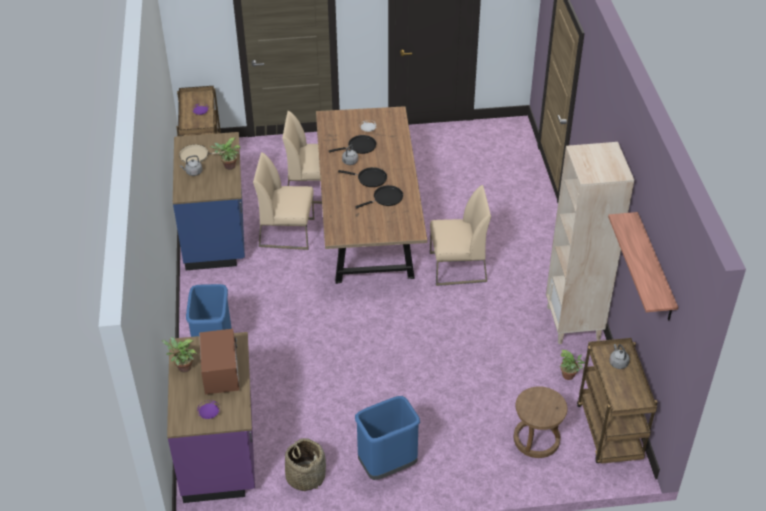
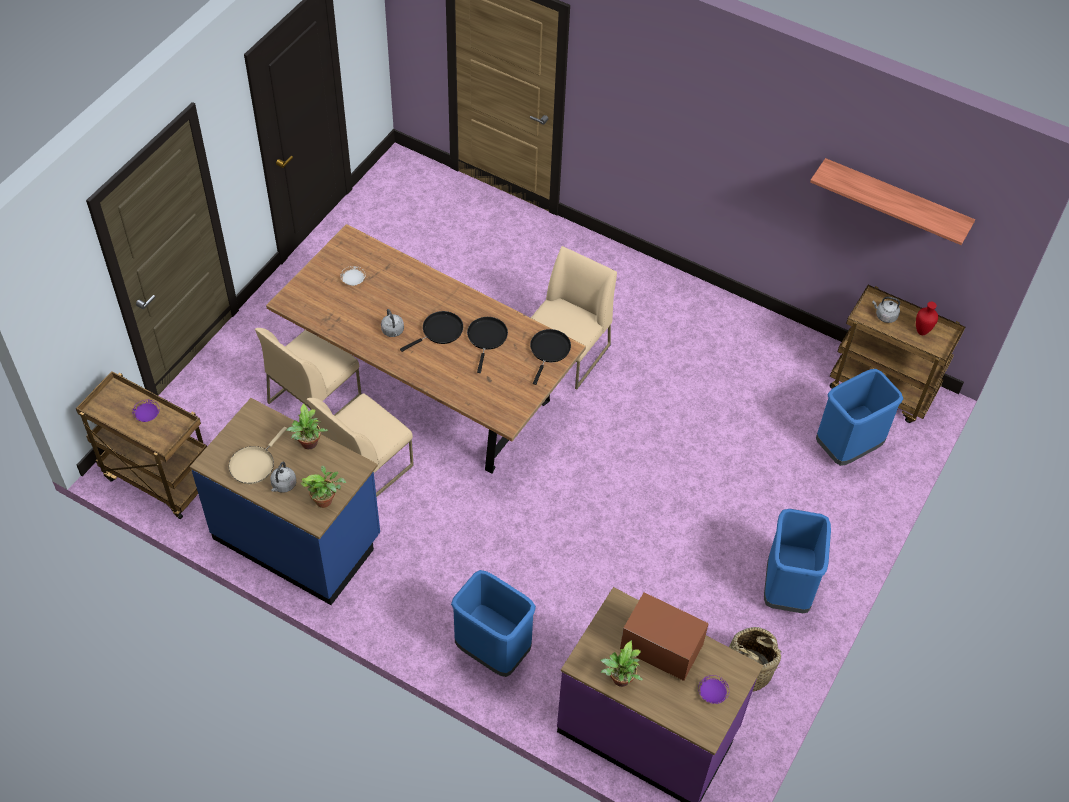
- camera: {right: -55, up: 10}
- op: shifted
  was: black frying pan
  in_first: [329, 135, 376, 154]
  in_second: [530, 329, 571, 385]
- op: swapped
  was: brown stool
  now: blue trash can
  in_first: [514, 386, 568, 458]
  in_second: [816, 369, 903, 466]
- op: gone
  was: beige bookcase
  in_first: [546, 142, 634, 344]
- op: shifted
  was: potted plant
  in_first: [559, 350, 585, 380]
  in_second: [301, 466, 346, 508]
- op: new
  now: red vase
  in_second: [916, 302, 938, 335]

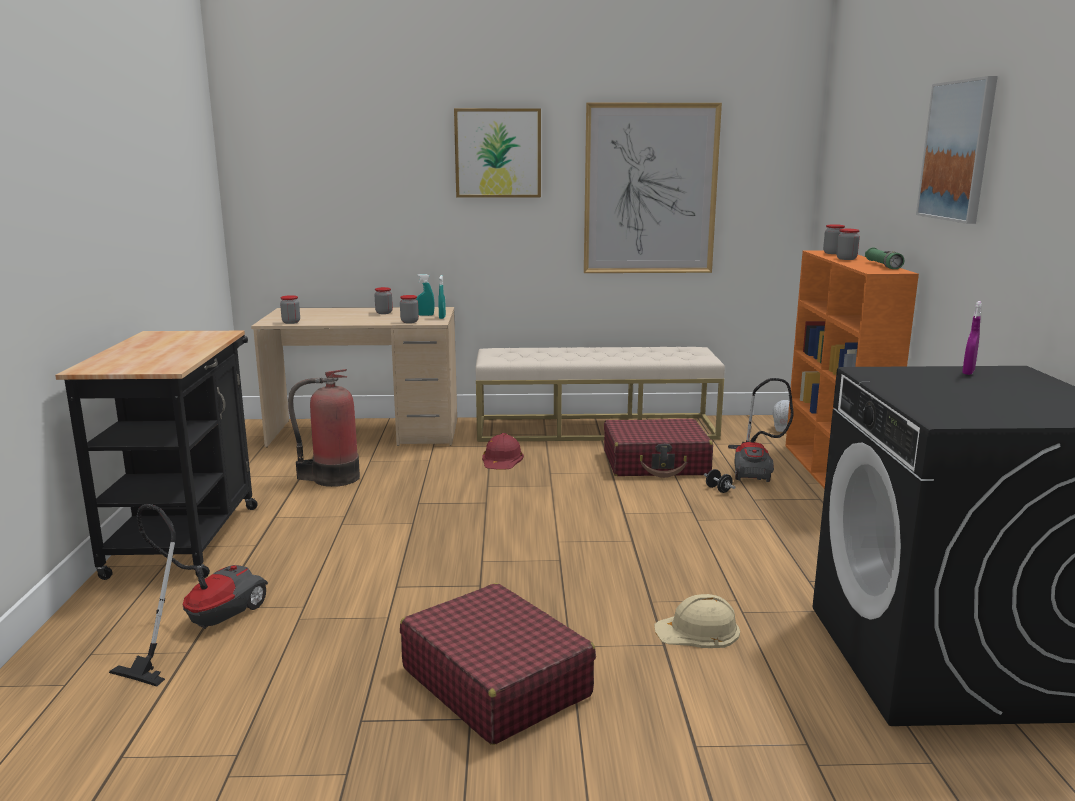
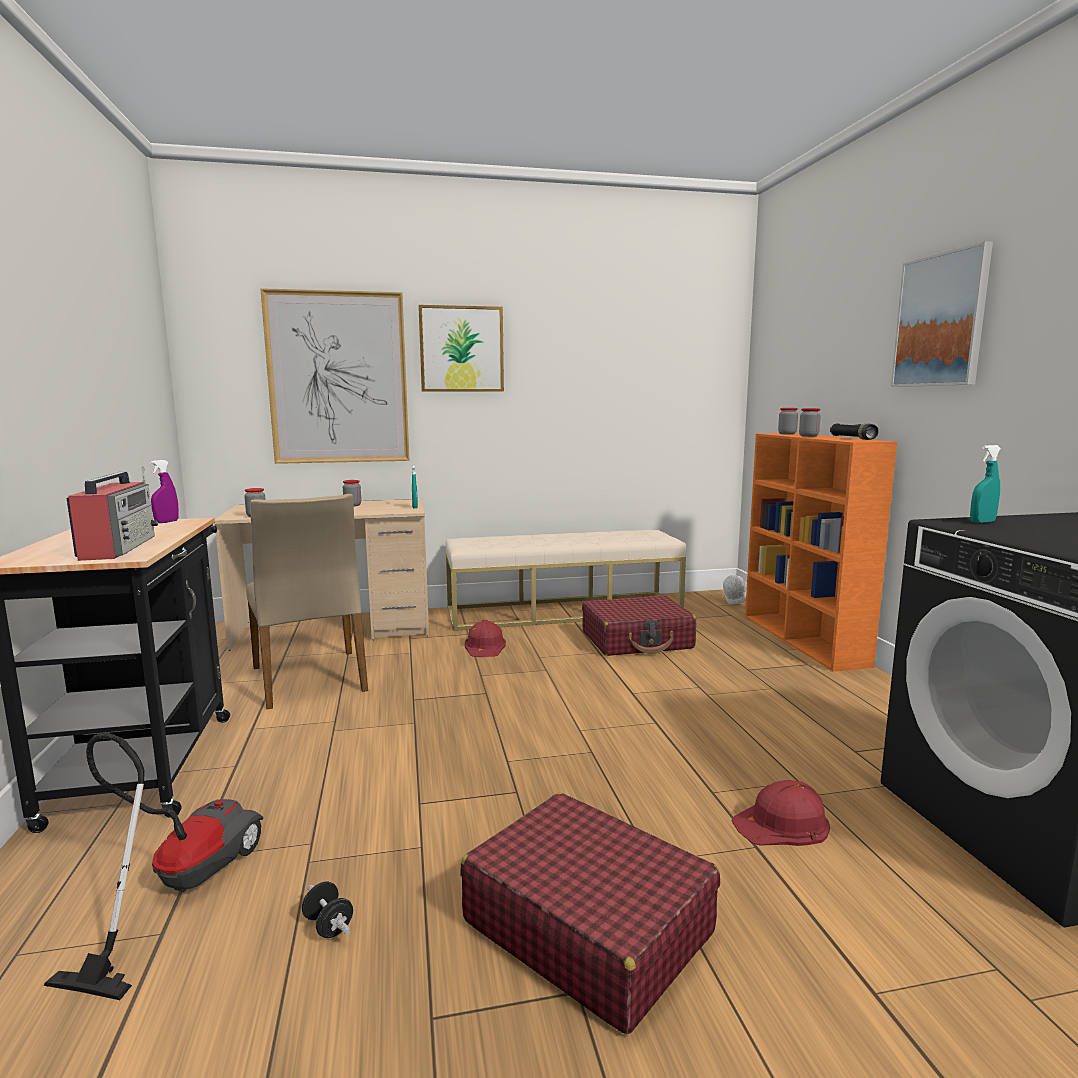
- camera: {right: -10, up: -5}
- op: swapped
  was: fire extinguisher
  now: beige chair
  in_first: [288, 369, 360, 487]
  in_second: [246, 494, 368, 709]
- op: gone
  was: jar
  in_first: [400, 295, 419, 323]
- op: shifted
  was: turquoise spray bottle
  in_first: [416, 274, 434, 316]
  in_second: [970, 445, 1001, 523]
- op: shifted
  was: picture
  in_first: [584, 103, 722, 273]
  in_second: [260, 288, 410, 464]
- op: repainted
  was: beige hard hat
  now: red hard hat
  in_first: [654, 594, 740, 648]
  in_second: [731, 780, 830, 846]
- op: shifted
  was: black dumbbell
  in_first: [704, 469, 736, 493]
  in_second: [302, 882, 353, 938]
- op: gone
  was: vacuum cleaner
  in_first: [728, 378, 794, 482]
- op: repainted
  was: green flashlight
  now: black flashlight
  in_first: [865, 248, 904, 269]
  in_second: [830, 423, 879, 440]
- op: shifted
  was: purple spray bottle
  in_first: [962, 301, 982, 375]
  in_second: [150, 460, 179, 523]
- op: new
  now: radio
  in_second: [67, 466, 158, 561]

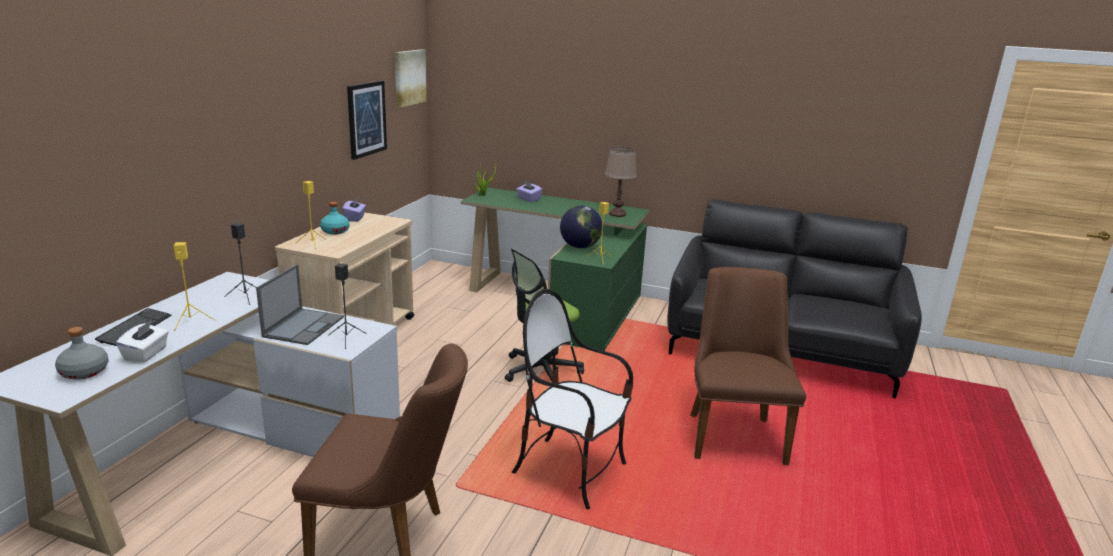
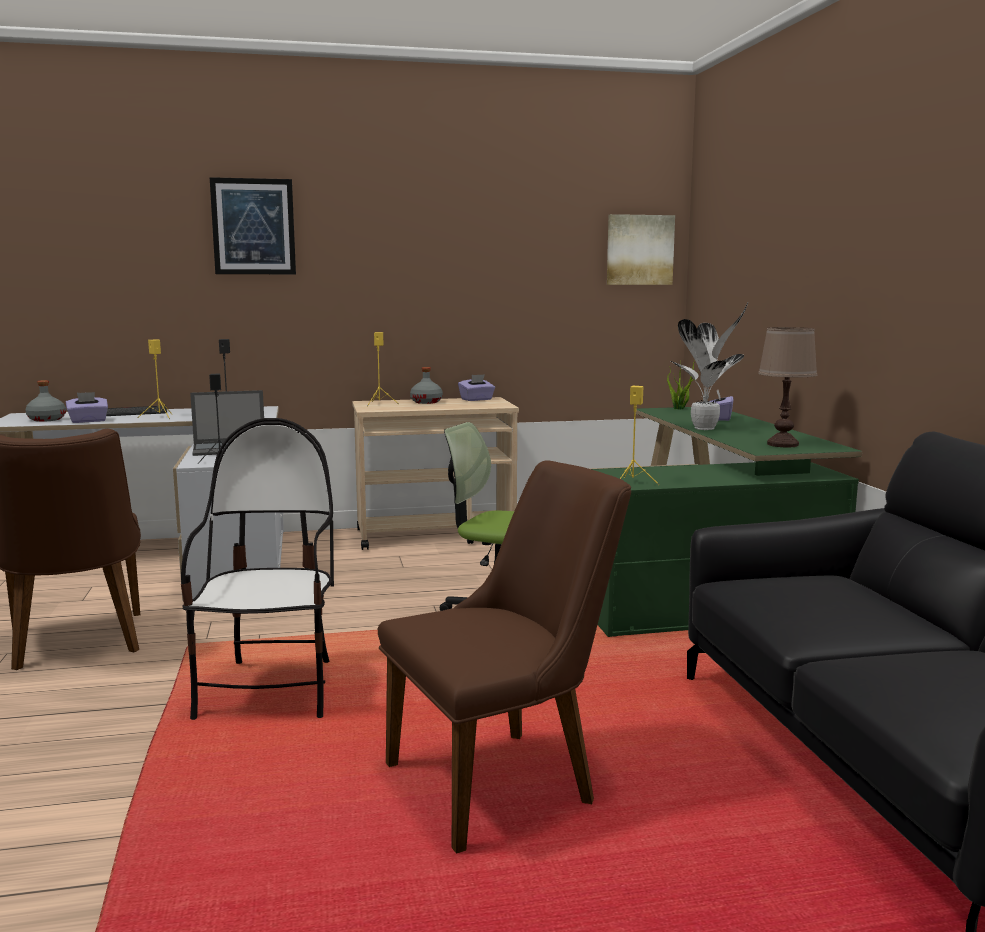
- camera: {right: 60, up: -10}
- op: repainted
  was: white tissue box
  now: purple tissue box
  in_first: [116, 320, 168, 362]
  in_second: [66, 392, 108, 423]
- op: repainted
  was: turquoise bottle
  now: grey bottle
  in_first: [320, 202, 349, 235]
  in_second: [410, 367, 443, 404]
- op: shifted
  was: picture
  in_first: [347, 80, 387, 160]
  in_second: [210, 177, 296, 274]
- op: gone
  was: globe
  in_first: [560, 206, 602, 248]
- op: new
  now: potted plant
  in_second: [671, 302, 748, 430]

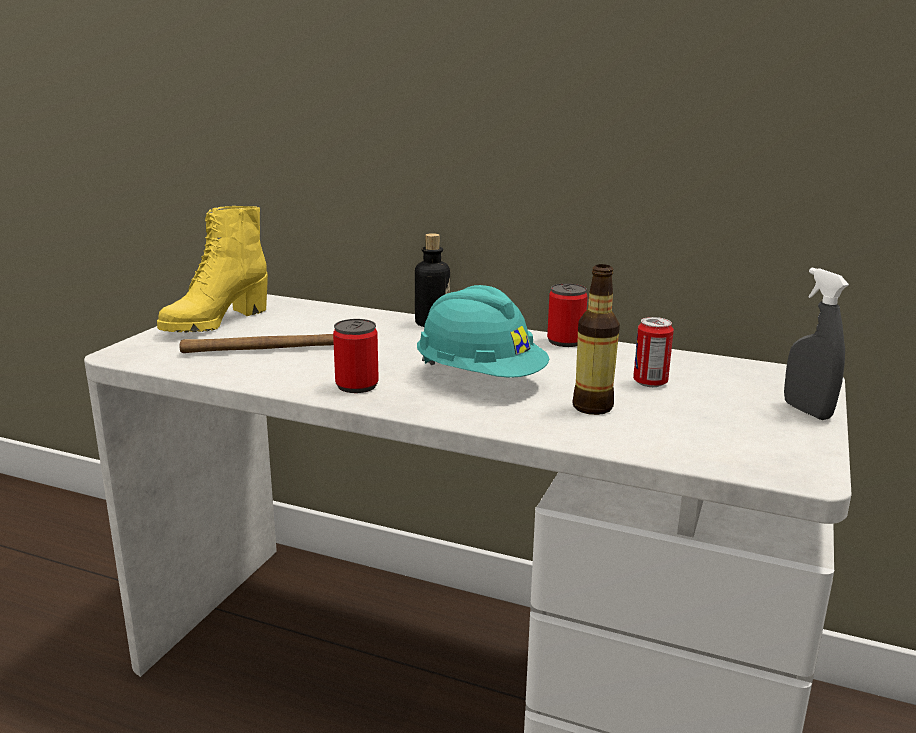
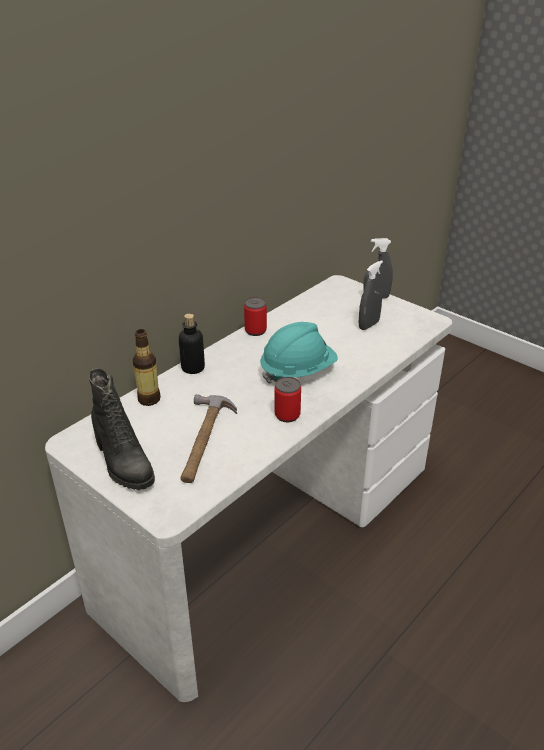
- camera: {right: -70, up: 15}
- op: repainted
  was: yellow boot
  now: black boot
  in_first: [157, 206, 268, 333]
  in_second: [89, 368, 155, 490]
- op: shifted
  was: bottle
  in_first: [573, 264, 620, 415]
  in_second: [133, 329, 161, 406]
- op: gone
  was: can
  in_first: [633, 317, 674, 387]
- op: new
  now: grey spray bottle
  in_second: [359, 260, 383, 330]

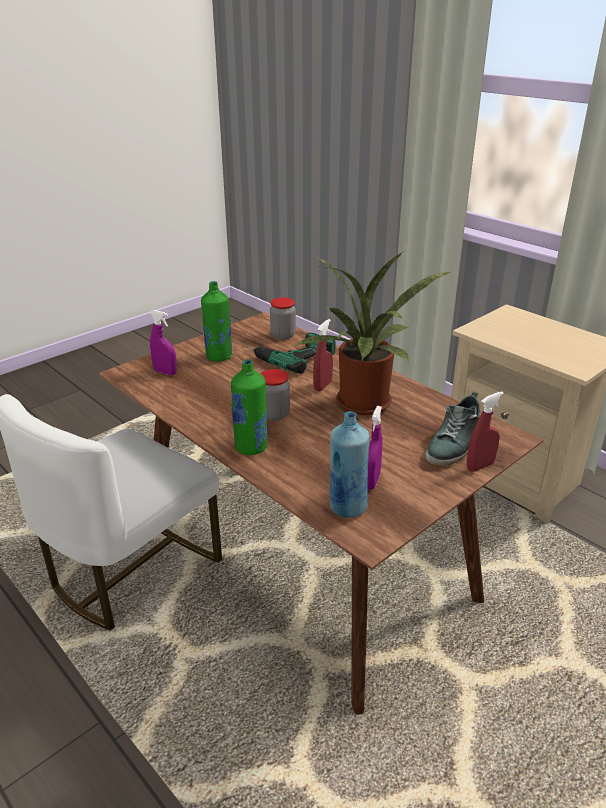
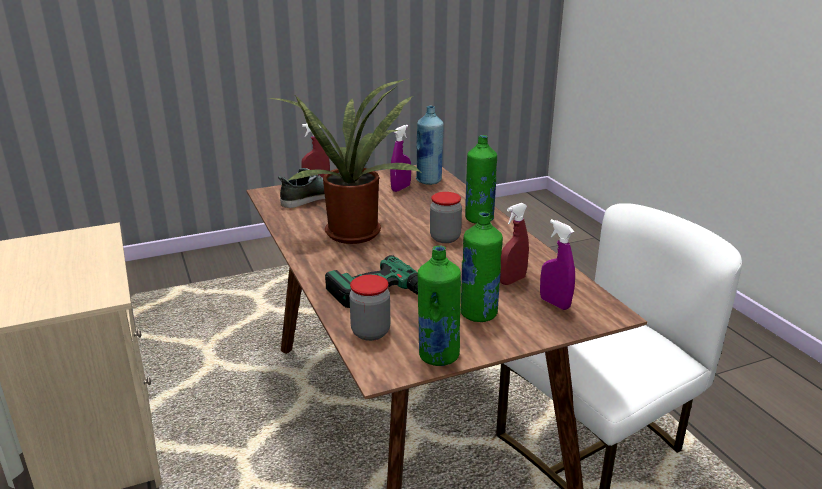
- camera: {right: -160, up: -5}
- op: shifted
  was: red spray bottle
  in_first: [313, 319, 333, 391]
  in_second: [500, 203, 529, 285]
- op: new
  now: green bottle
  in_second: [418, 245, 461, 366]

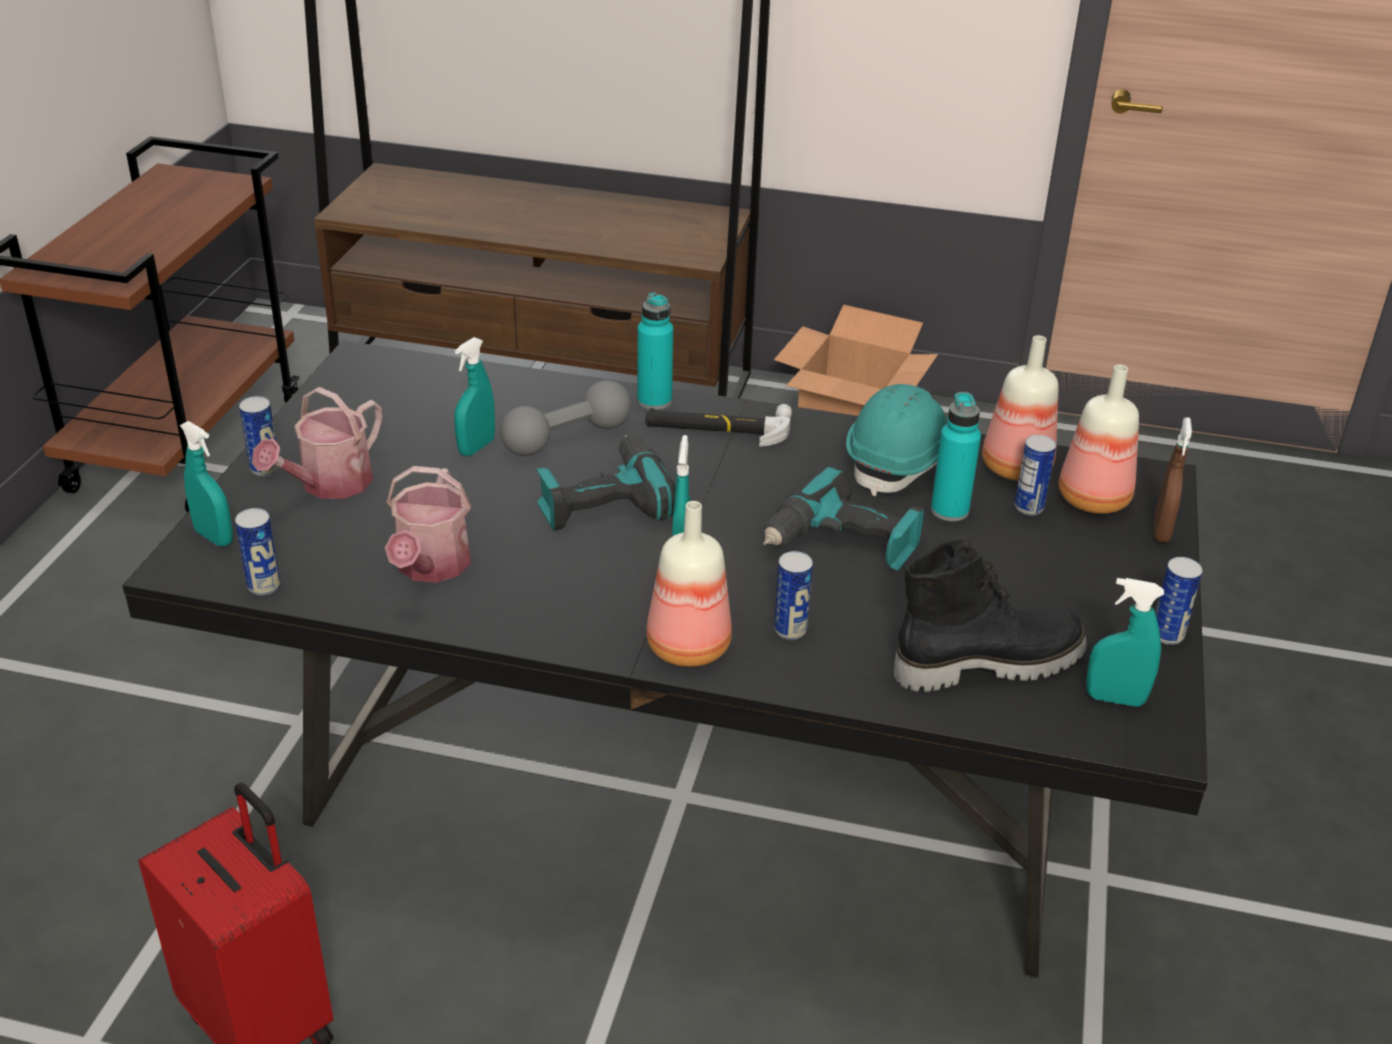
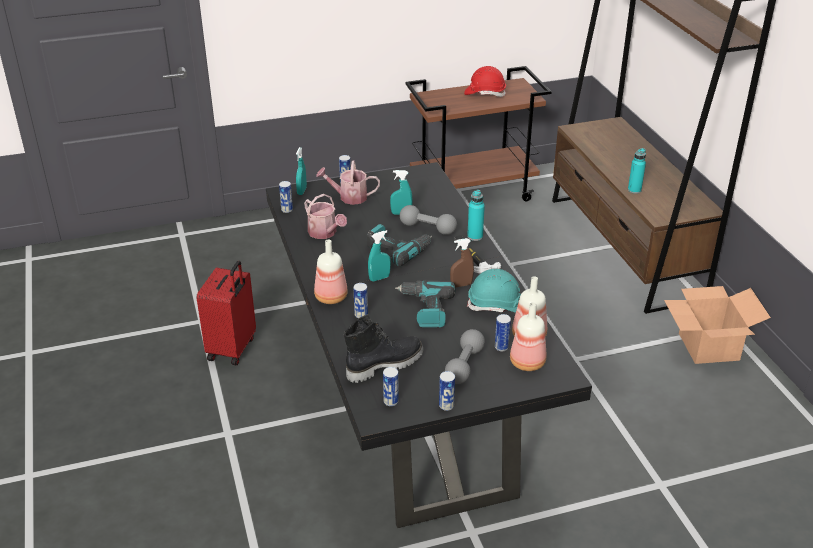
- camera: {right: 60, up: 0}
- op: rotated
  was: watering can
  in_first: [385, 466, 471, 583]
  in_second: [304, 194, 347, 239]
  clockwise: -105
- op: rotated
  was: black boot
  in_first: [893, 536, 1086, 692]
  in_second: [344, 314, 424, 383]
  clockwise: -75
- op: shifted
  was: turquoise bottle
  in_first: [931, 392, 981, 521]
  in_second: [628, 148, 646, 194]
- op: swapped
  was: turquoise spray bottle
  now: can
  in_first: [1086, 578, 1164, 707]
  in_second: [383, 367, 398, 406]
- op: shifted
  was: brown spray bottle
  in_first: [1154, 417, 1192, 542]
  in_second: [450, 238, 474, 287]
- op: new
  now: grey dumbbell
  in_second: [445, 329, 485, 384]
- op: new
  now: red hard hat
  in_second: [464, 66, 506, 97]

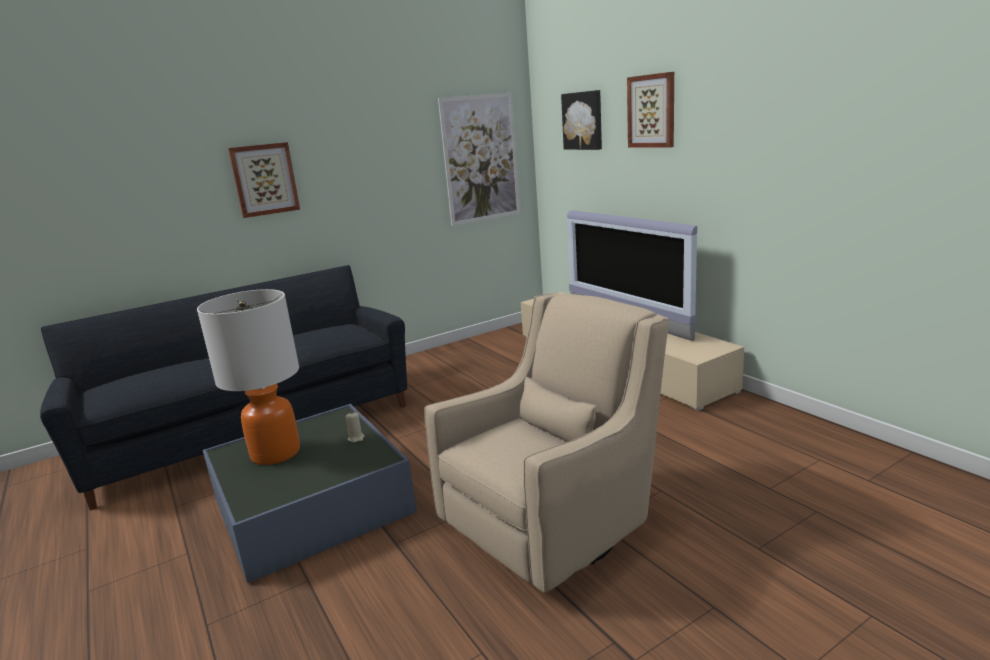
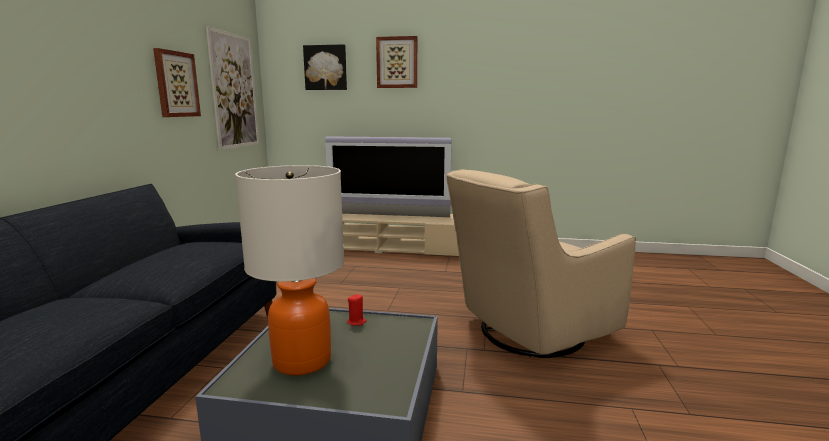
- camera: {right: -50, up: -5}
- op: shifted
  was: picture
  in_first: [228, 142, 300, 218]
  in_second: [153, 48, 201, 117]
- op: repainted
  was: beige candle
  now: red candle
  in_first: [345, 412, 364, 443]
  in_second: [347, 294, 366, 326]
- op: rotated
  was: beige armchair
  in_first: [424, 293, 669, 593]
  in_second: [446, 169, 636, 358]
  clockwise: -120

